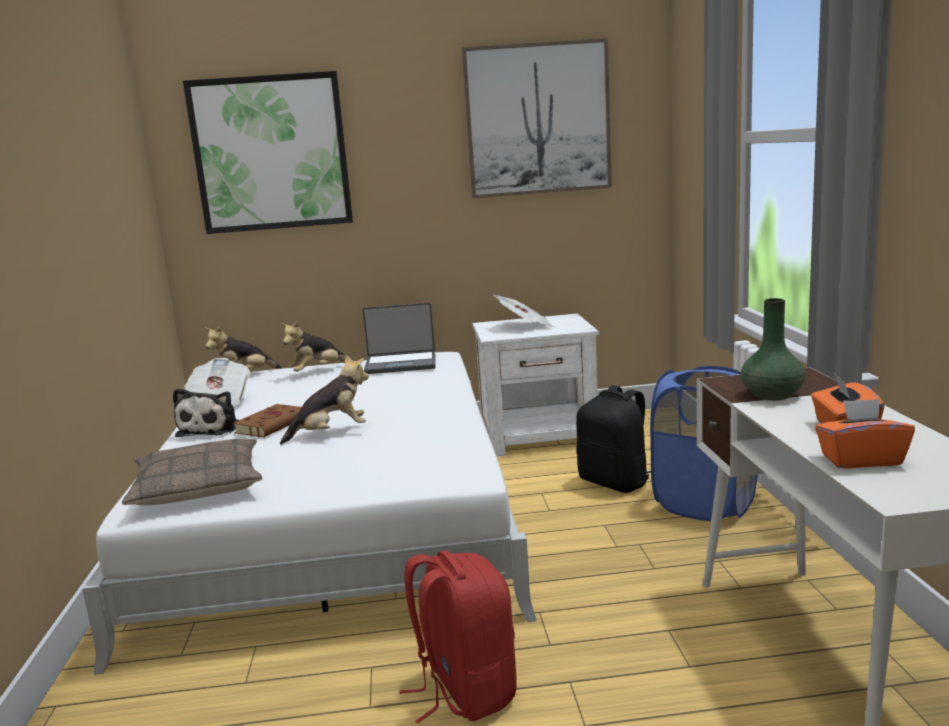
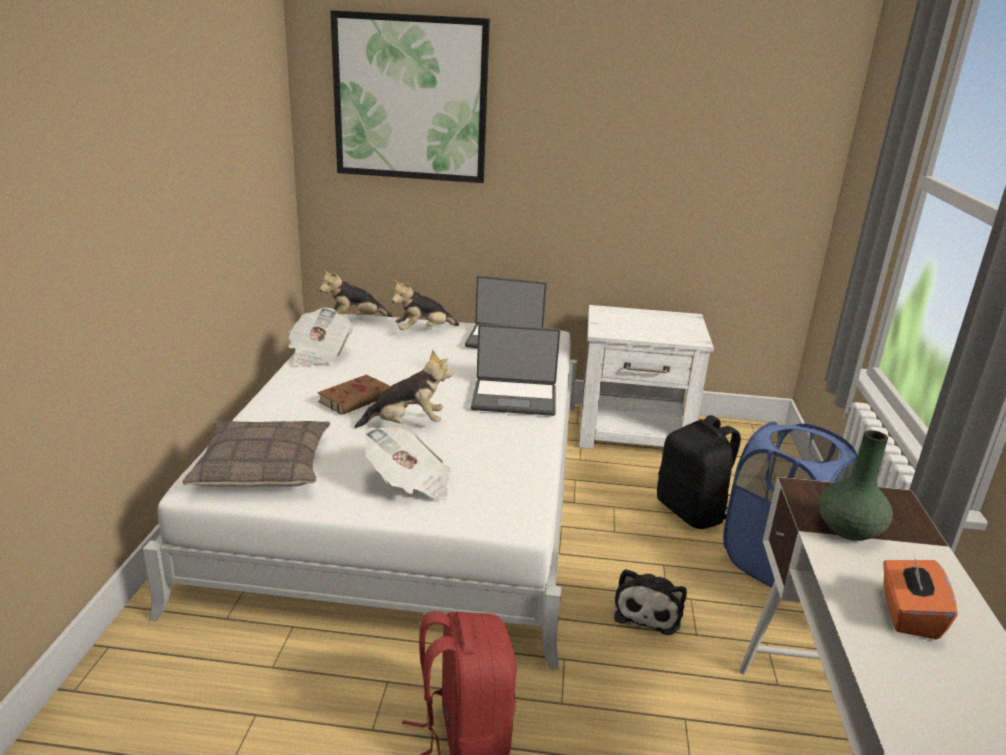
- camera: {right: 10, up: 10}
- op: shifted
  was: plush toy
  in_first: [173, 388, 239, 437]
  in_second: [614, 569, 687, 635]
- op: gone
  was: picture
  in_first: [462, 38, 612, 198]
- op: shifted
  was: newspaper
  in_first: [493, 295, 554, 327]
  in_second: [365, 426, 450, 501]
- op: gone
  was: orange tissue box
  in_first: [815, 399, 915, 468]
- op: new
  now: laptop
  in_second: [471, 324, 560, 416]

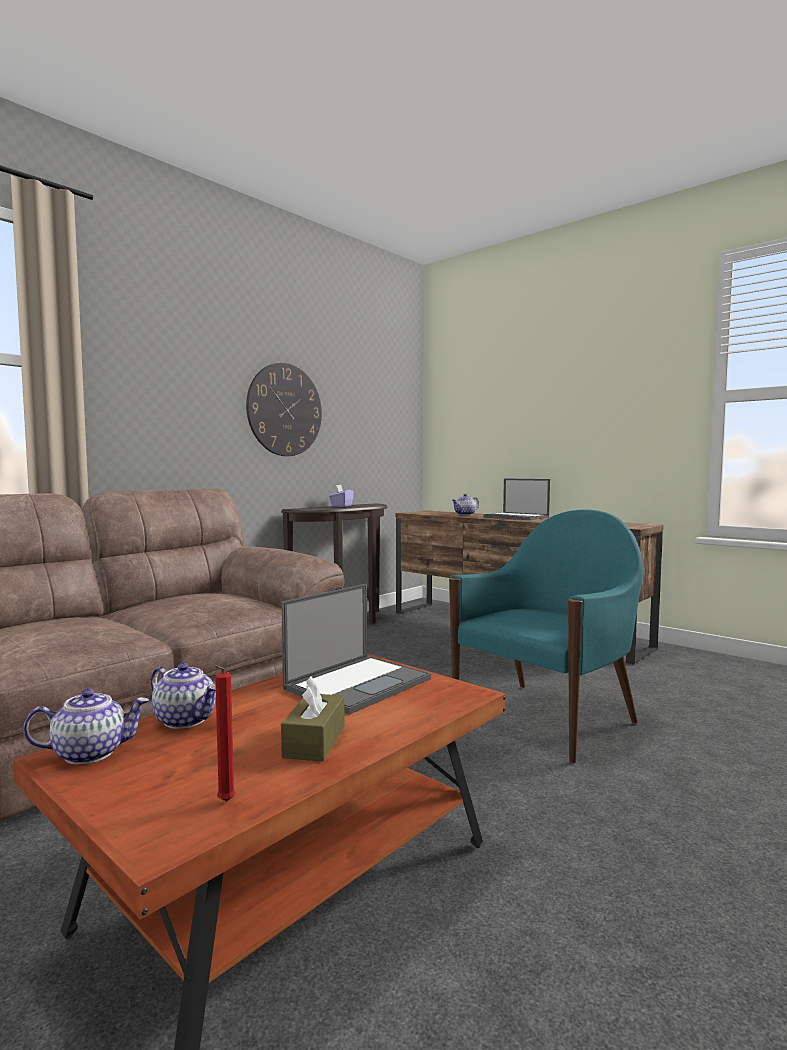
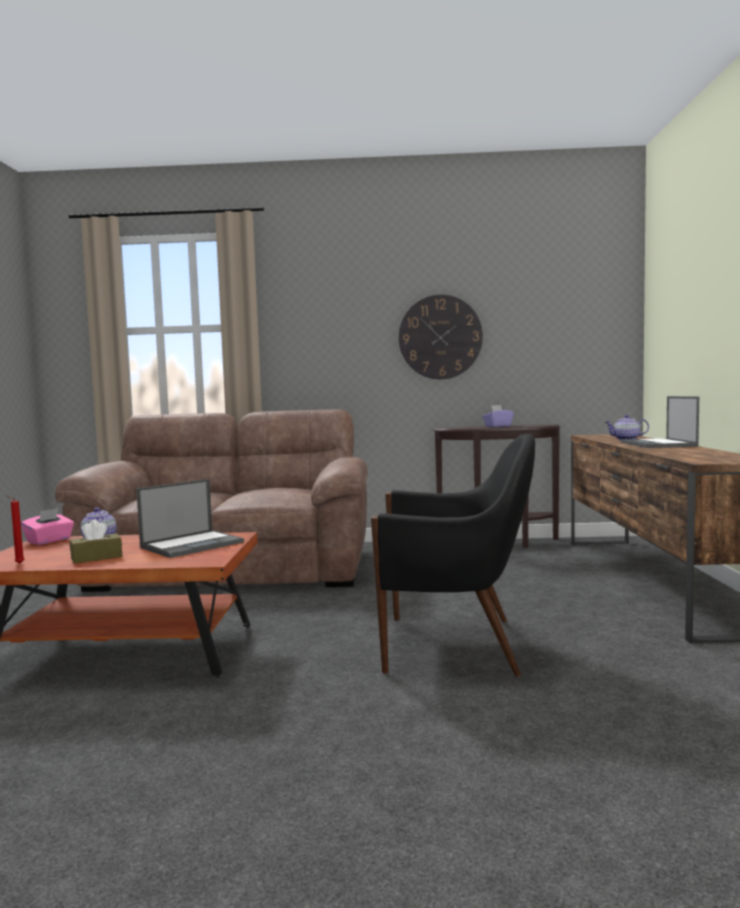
- camera: {right: 50, up: 0}
- op: swapped
  was: teapot
  now: pink tissue box
  in_first: [23, 689, 149, 765]
  in_second: [21, 508, 74, 545]
- op: rotated
  was: laptop
  in_first: [281, 584, 431, 715]
  in_second: [136, 479, 244, 558]
  clockwise: -45
- op: repainted
  was: turquoise armchair
  now: black armchair
  in_first: [449, 510, 643, 764]
  in_second: [371, 434, 535, 677]

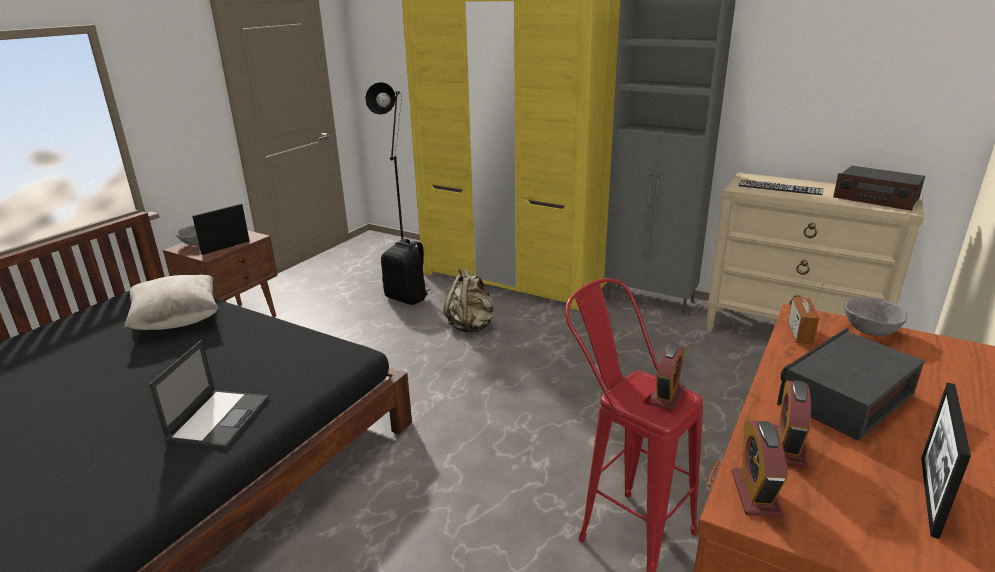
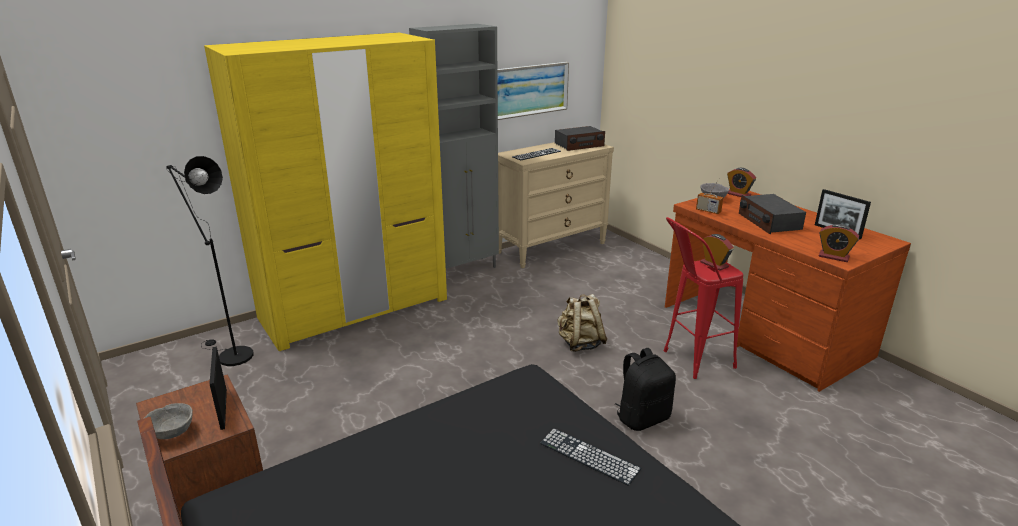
- camera: {right: -65, up: 0}
- op: gone
  was: beige pillow
  in_first: [124, 275, 218, 330]
- op: swapped
  was: laptop
  now: keyboard
  in_first: [148, 340, 269, 448]
  in_second: [540, 428, 641, 486]
- op: shifted
  was: black backpack
  in_first: [381, 238, 430, 305]
  in_second: [615, 348, 676, 431]
- op: shifted
  was: beige backpack
  in_first: [443, 268, 494, 333]
  in_second: [558, 294, 608, 352]
- op: shifted
  was: alarm clock
  in_first: [773, 380, 811, 468]
  in_second: [727, 168, 756, 197]
- op: new
  now: picture
  in_second: [497, 62, 569, 120]

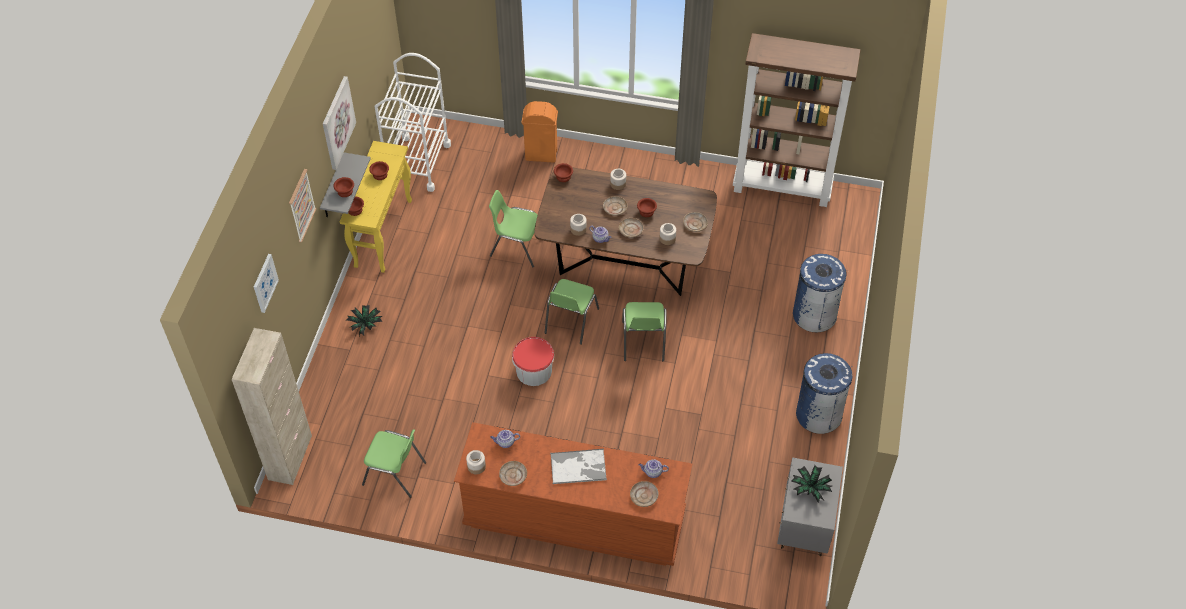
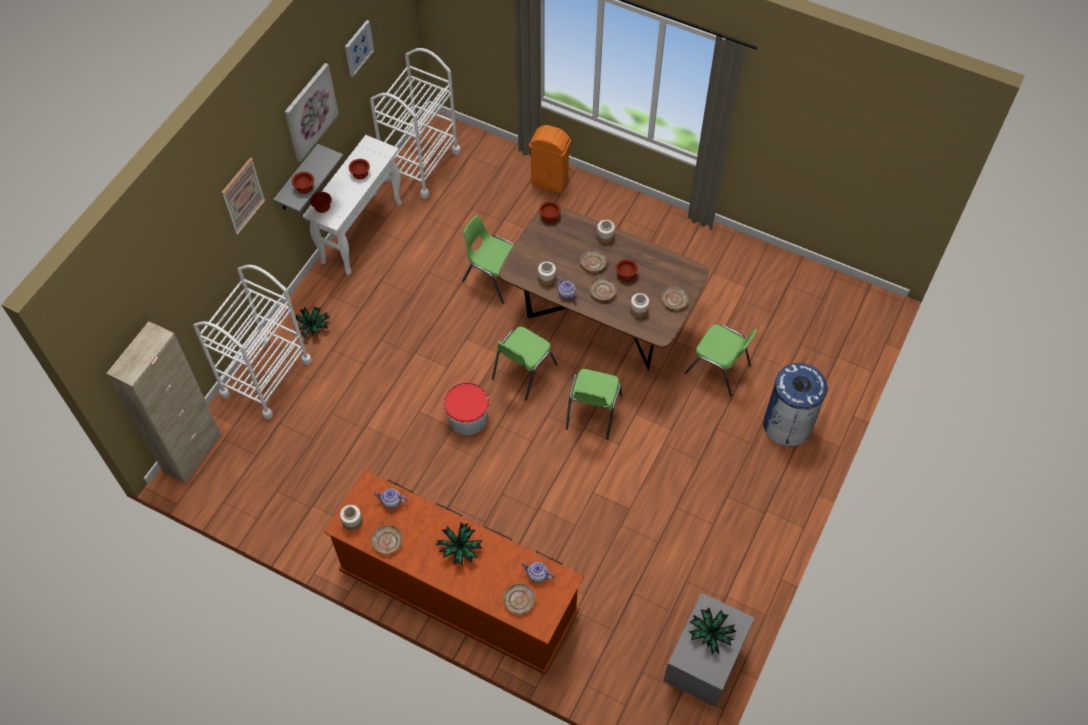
- camera: {right: 15, up: 5}
- op: shifted
  was: picture
  in_first: [254, 254, 279, 313]
  in_second: [345, 20, 374, 77]
- op: repainted
  was: yellow console table
  now: white console table
  in_first: [340, 141, 412, 273]
  in_second: [303, 135, 402, 275]
- op: shifted
  was: green chair
  in_first: [362, 429, 426, 498]
  in_second: [685, 324, 757, 396]
- op: swapped
  was: tray
  now: potted plant
  in_first: [550, 449, 607, 484]
  in_second: [436, 523, 483, 565]
- op: gone
  was: brown bookcase
  in_first: [733, 33, 861, 207]
- op: gone
  was: blue trash can
  in_first: [796, 353, 853, 434]
- op: new
  now: white cart
  in_second: [193, 265, 312, 419]

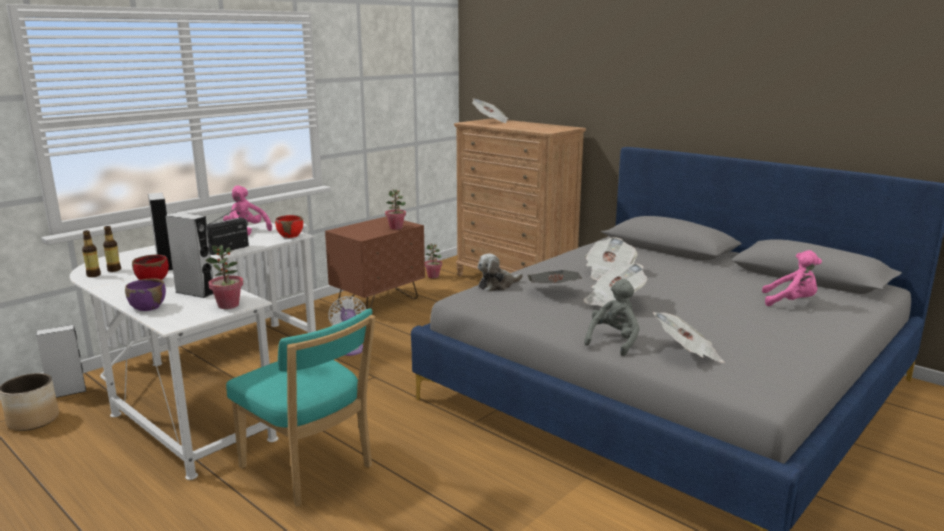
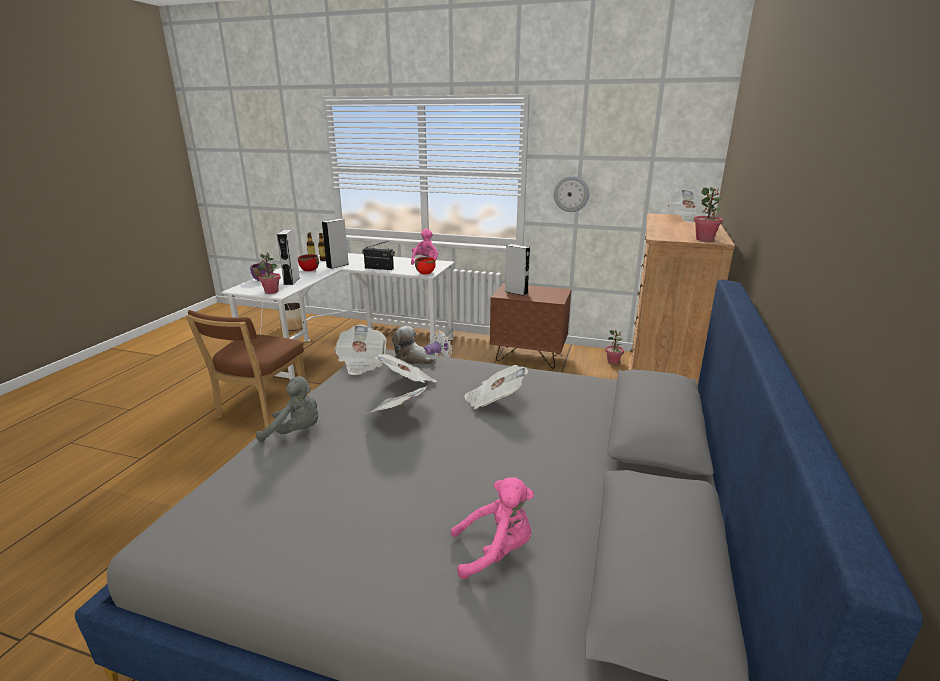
- camera: {right: 65, up: 5}
- op: shifted
  was: grey speaker
  in_first: [36, 325, 86, 398]
  in_second: [505, 244, 530, 296]
- op: repainted
  was: turquoise chair
  now: brown chair
  in_first: [226, 308, 376, 506]
  in_second: [185, 310, 308, 428]
- op: shifted
  was: potted plant
  in_first: [385, 189, 406, 230]
  in_second: [693, 187, 723, 241]
- op: shifted
  was: newspaper
  in_first: [653, 312, 725, 363]
  in_second: [334, 325, 387, 375]
- op: rotated
  was: pink plush toy
  in_first: [762, 250, 822, 306]
  in_second: [451, 477, 534, 580]
  clockwise: -90
- op: new
  now: wall clock
  in_second: [554, 176, 589, 212]

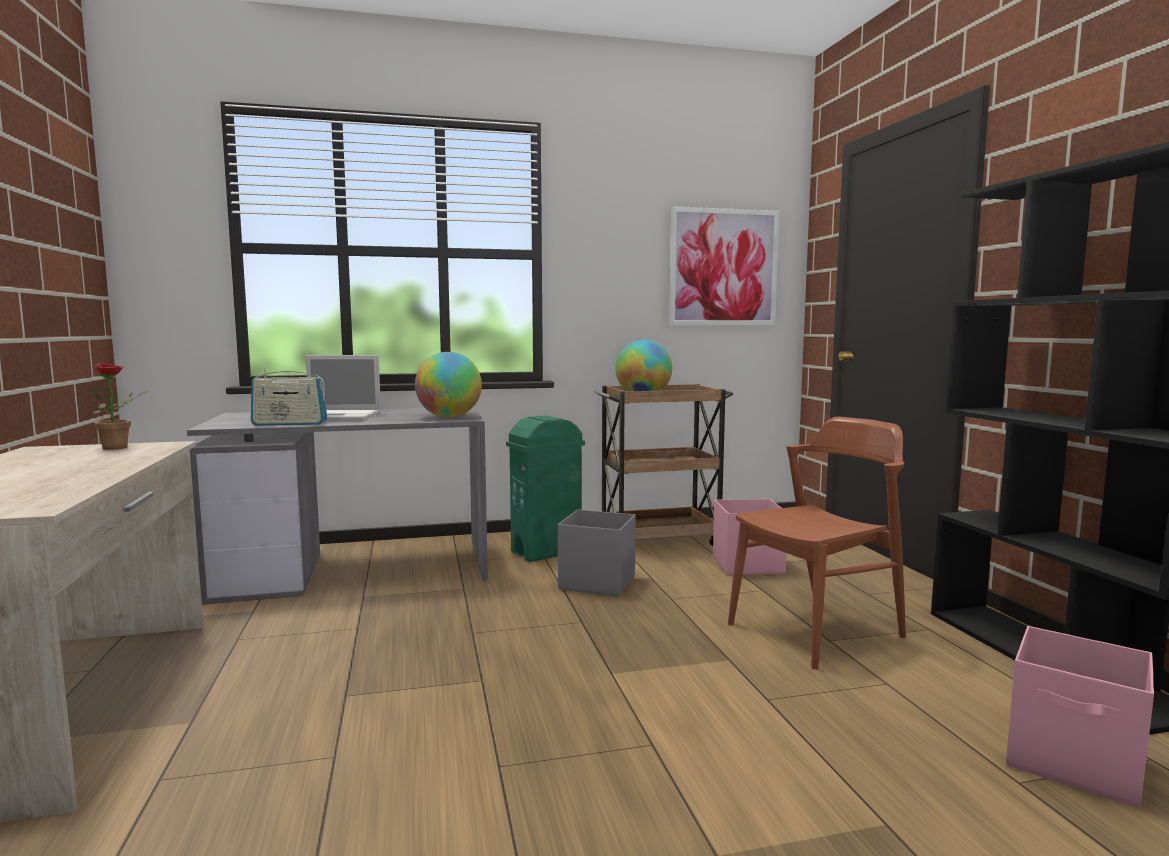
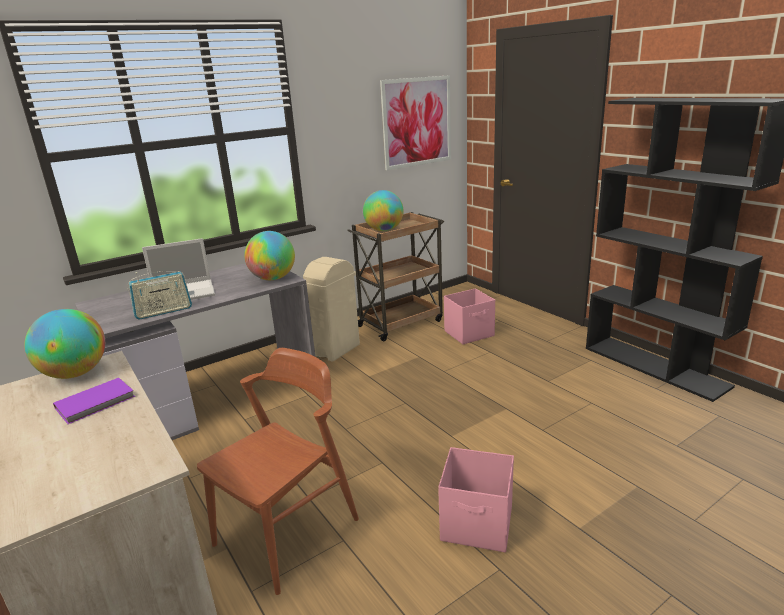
- camera: {right: -20, up: 15}
- op: swapped
  was: potted plant
  now: globe
  in_first: [89, 362, 149, 450]
  in_second: [24, 309, 105, 379]
- op: repainted
  was: green trash can
  now: beige trash can
  in_first: [506, 416, 585, 562]
  in_second: [303, 257, 360, 361]
- op: gone
  was: grey storage box
  in_first: [558, 509, 636, 597]
- op: shifted
  was: brown chair
  in_first: [728, 417, 906, 669]
  in_second: [197, 348, 359, 595]
- op: shifted
  was: pink storage box
  in_first: [1006, 626, 1154, 808]
  in_second: [438, 447, 514, 552]
- op: new
  now: purple book
  in_second: [53, 378, 135, 424]

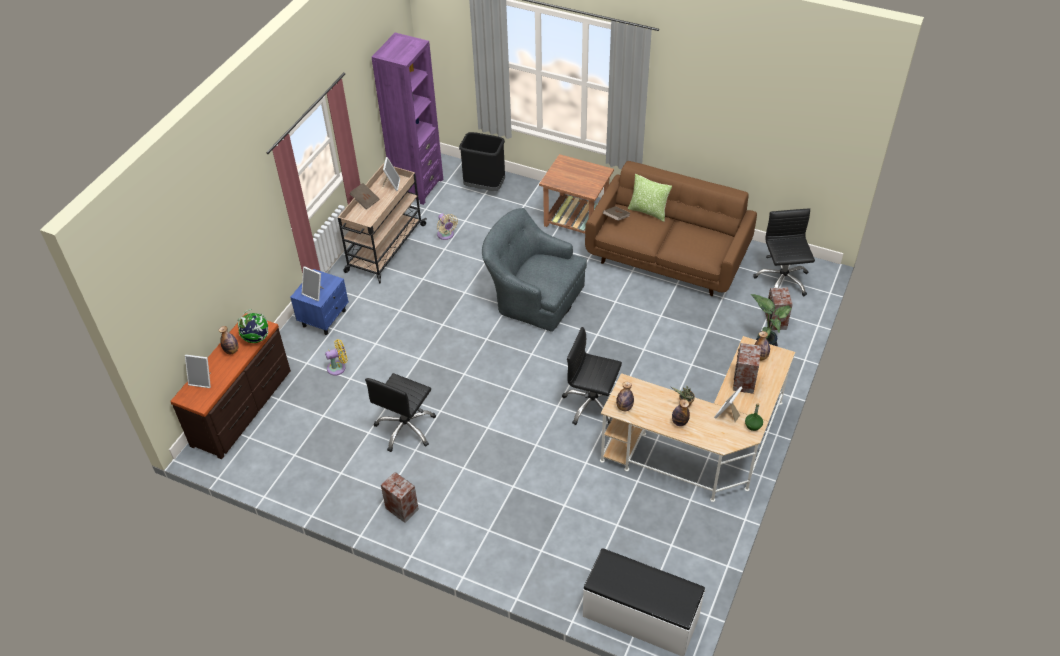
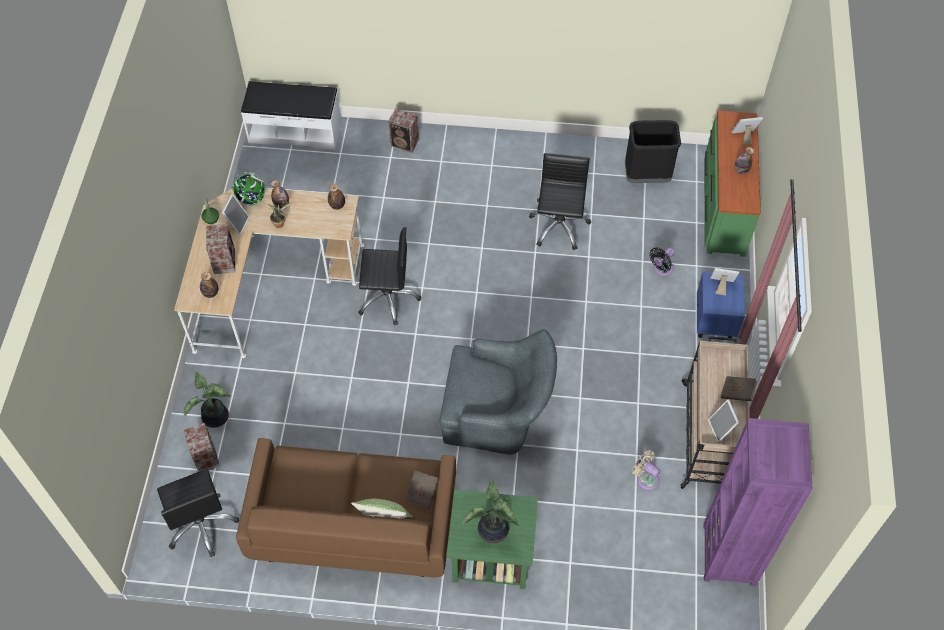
- camera: {right: 160, up: 10}
- op: repainted
  was: brown dresser
  now: green dresser
  in_first: [170, 313, 291, 459]
  in_second: [704, 110, 761, 257]
- op: shifted
  was: globe
  in_first: [237, 309, 268, 343]
  in_second: [232, 172, 266, 206]
- op: repainted
  was: yellow fan
  now: black fan
  in_first: [325, 339, 348, 376]
  in_second: [650, 248, 675, 277]
- op: shifted
  was: speaker
  in_first: [381, 472, 419, 523]
  in_second: [388, 108, 419, 153]
- op: shifted
  was: black trash can
  in_first: [459, 132, 505, 191]
  in_second: [625, 120, 681, 183]
- op: repainted
  was: brown side table
  now: green side table
  in_first: [539, 154, 614, 234]
  in_second: [446, 490, 538, 589]
- op: new
  now: potted plant
  in_second: [462, 479, 519, 543]

